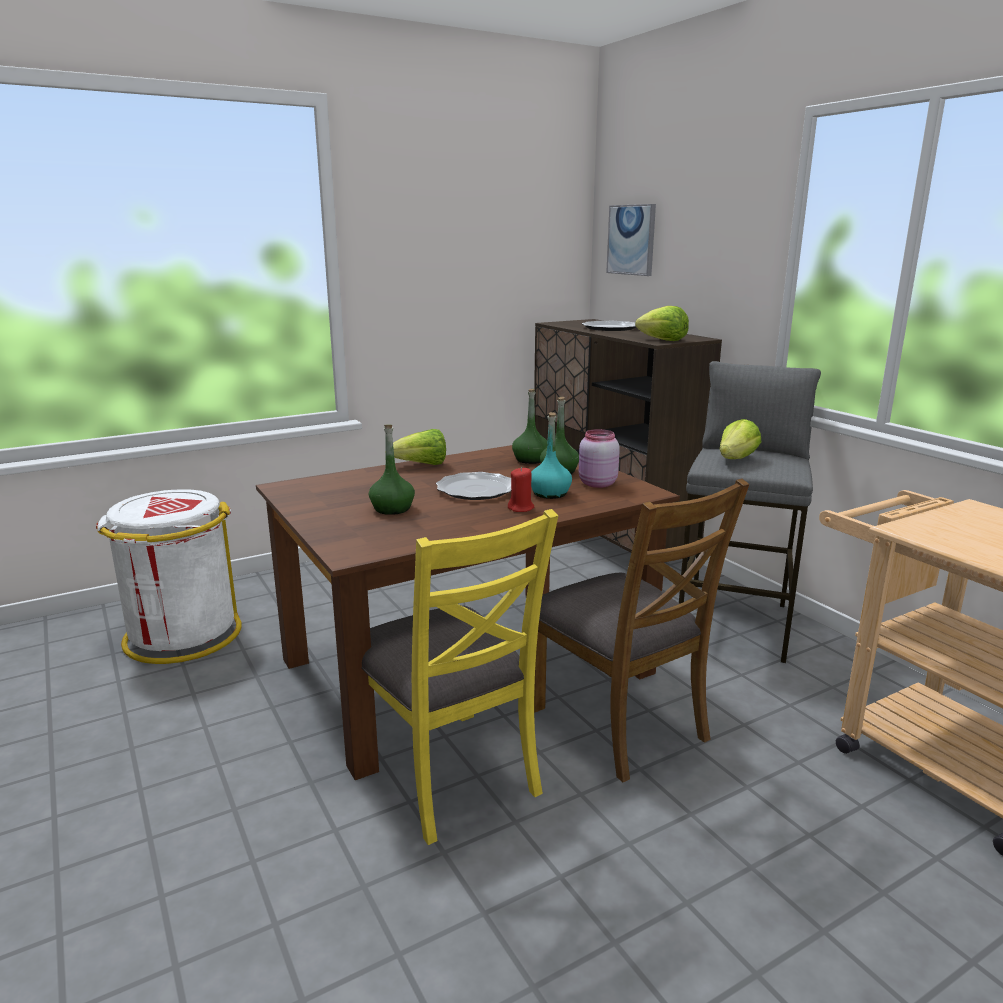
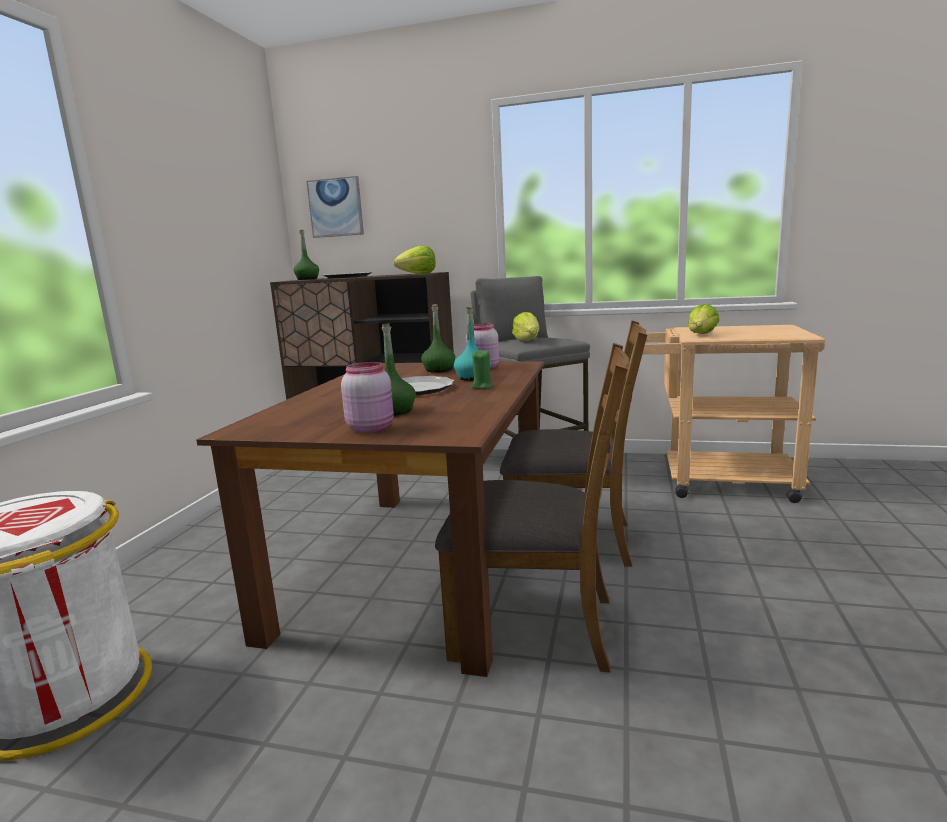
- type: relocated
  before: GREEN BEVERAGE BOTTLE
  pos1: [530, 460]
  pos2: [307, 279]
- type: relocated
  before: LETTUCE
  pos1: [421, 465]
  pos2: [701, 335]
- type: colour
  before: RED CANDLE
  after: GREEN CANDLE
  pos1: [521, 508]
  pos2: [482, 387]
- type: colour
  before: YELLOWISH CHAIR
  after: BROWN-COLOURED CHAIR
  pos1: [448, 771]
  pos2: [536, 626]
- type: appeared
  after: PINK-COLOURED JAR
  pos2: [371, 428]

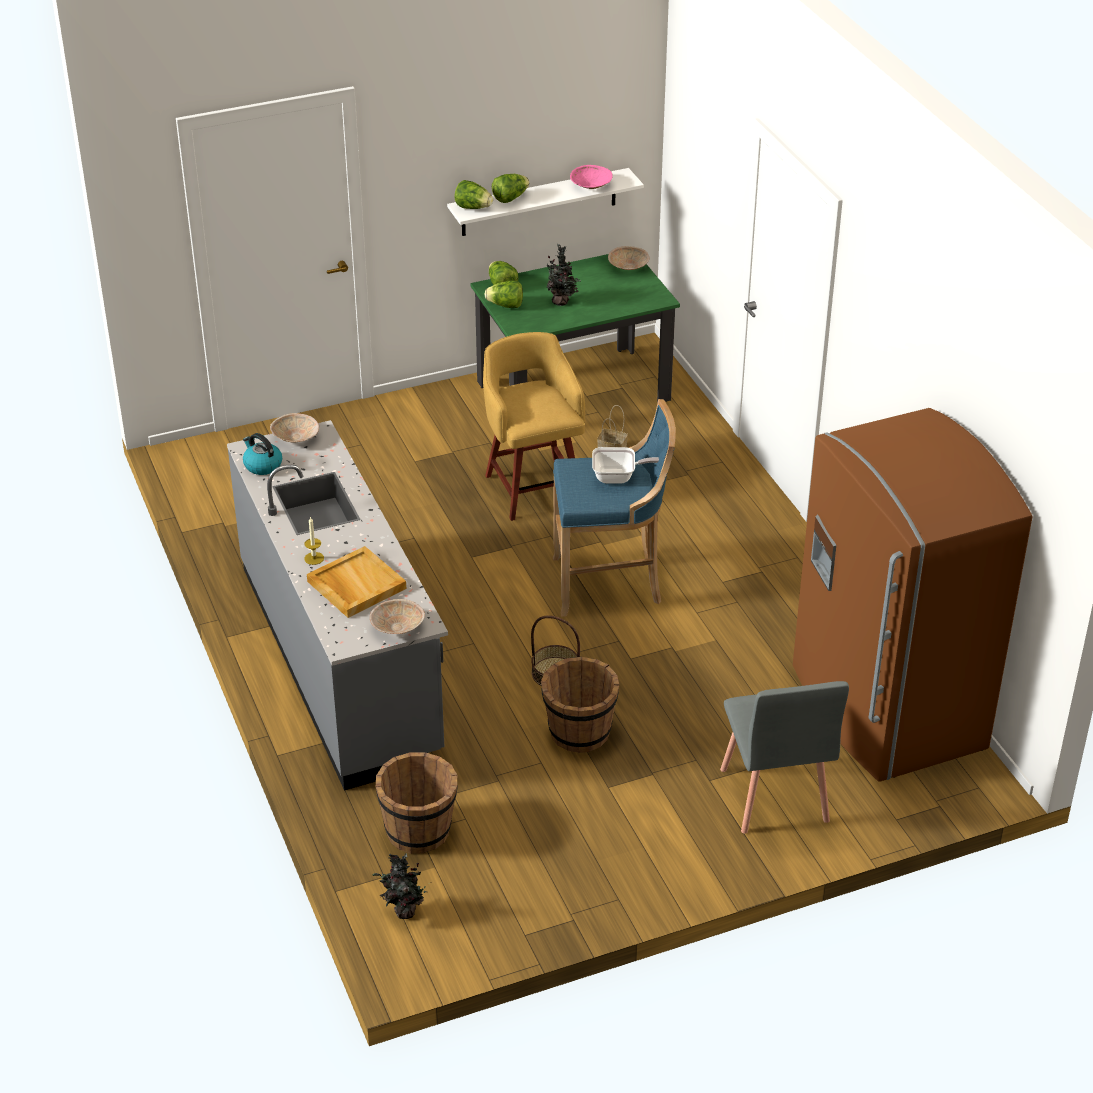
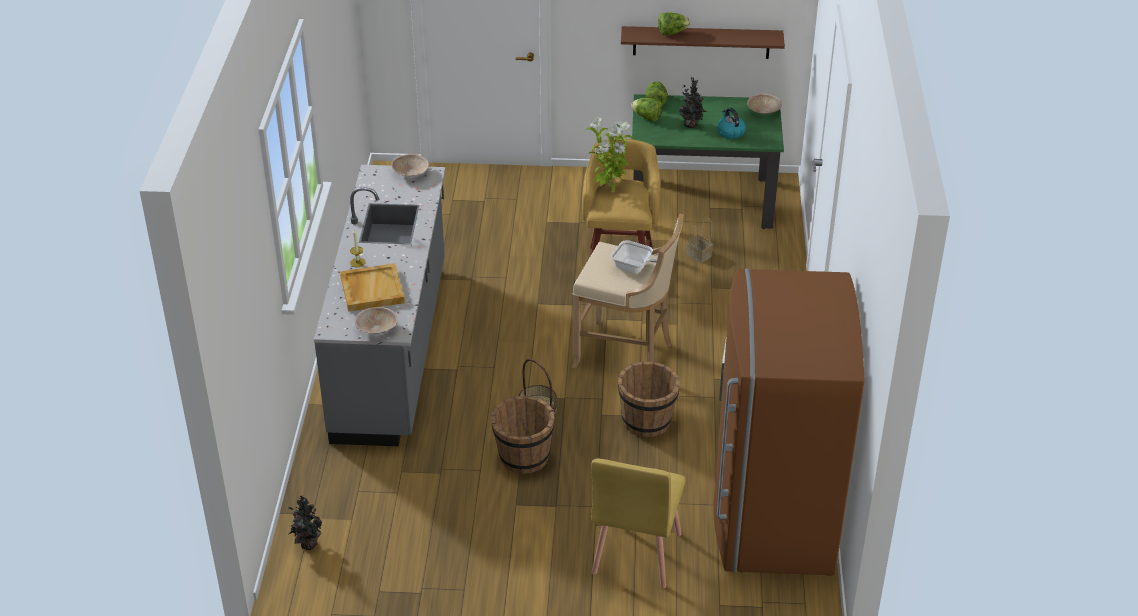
- type: missing
  before: PINK-COLOURED SERVING BOWL
  pos1: [590, 187]
- type: colour
  before: WHITISH BRACKET SHELF
  after: BROWN-COLOURED BRACKET SHELF
  pos1: [539, 202]
  pos2: [701, 42]
- type: missing
  before: LETTUCE
  pos1: [473, 207]
- type: colour
  before: BLUE STOOL SEAT
  after: BEIGE-COLOURED STOOL SEAT
  pos1: [610, 584]
  pos2: [626, 354]
- type: relocated
  before: TEA KETTLE
  pos1: [262, 465]
  pos2: [730, 132]
- type: colour
  before: GREYISH CHAIR
  after: YELLOWISH CHAIR
  pos1: [773, 796]
  pos2: [635, 553]
- type: relocated
  before: BROWN-COLOURED PAIL
  pos1: [419, 830]
  pos2: [647, 421]
- type: appeared
  after: HOUSEPLANT
  pos2: [609, 189]

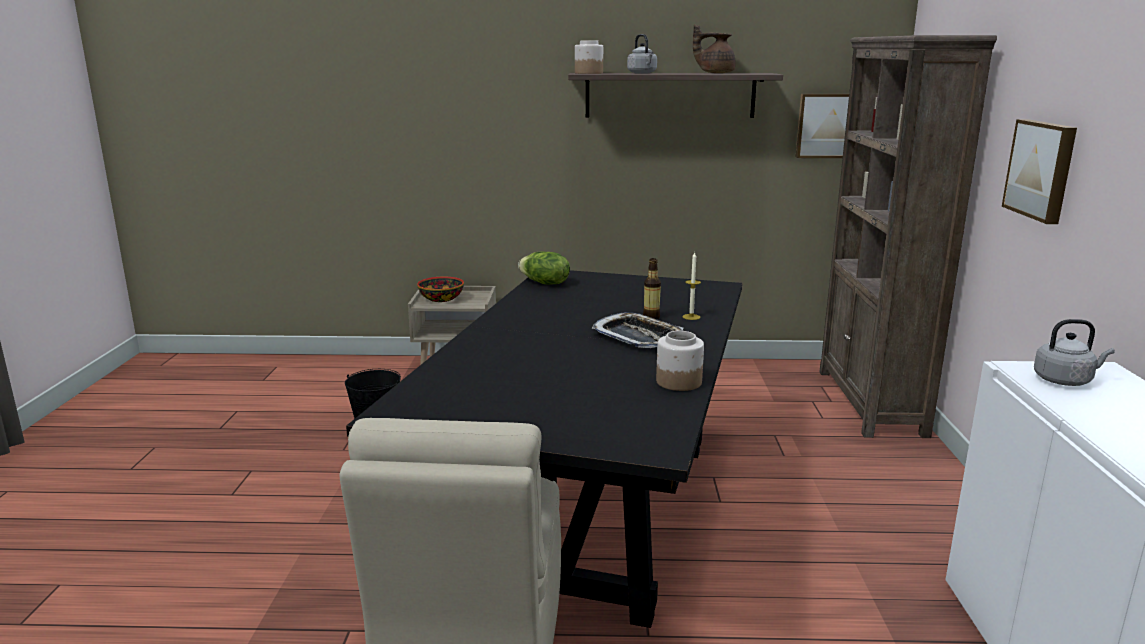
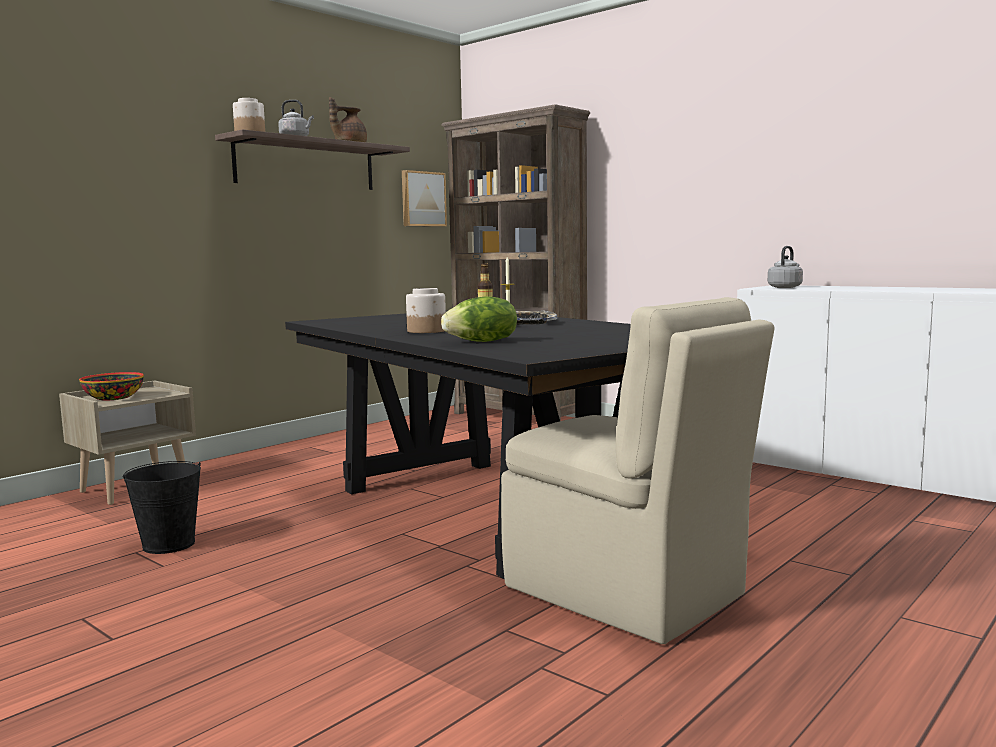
- type: missing
  before: WALL PICTURE
  pos1: [1042, 169]
- type: relocated
  before: LETTUCE
  pos1: [544, 283]
  pos2: [482, 341]
- type: relocated
  before: JAR
  pos1: [678, 382]
  pos2: [426, 331]

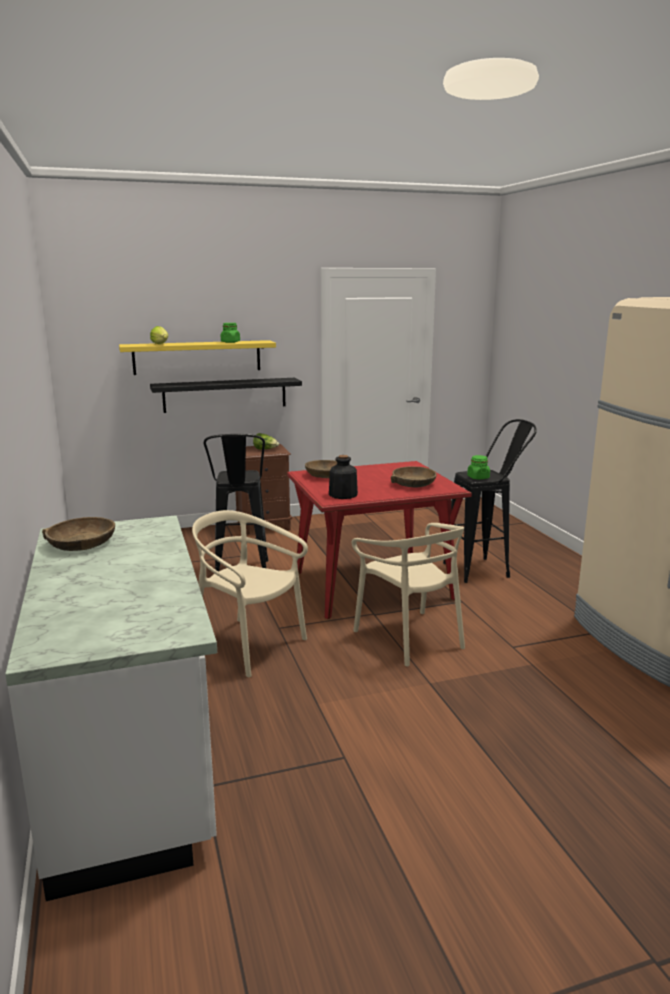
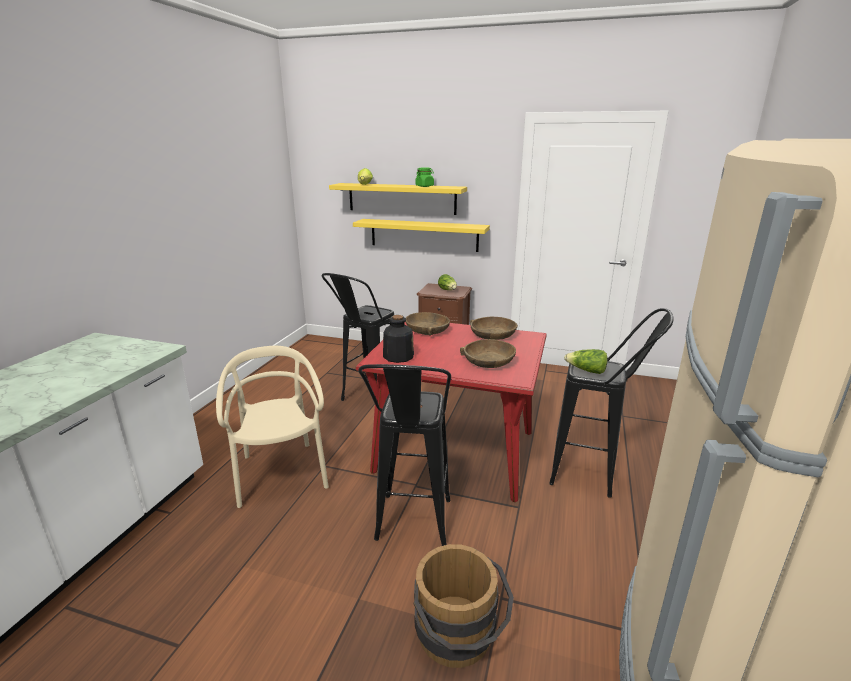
- type: colour
  before: BLACKISH BRACKET SHELF
  after: YELLOWISH BRACKET SHELF
  pos1: [225, 395]
  pos2: [424, 235]
- type: exchanged
  before: GREEN JAR
  after: LETTUCE
  pos1: [478, 477]
  pos2: [586, 371]
- type: relocated
  before: BROWN-COLOURED SERVING BOWL
  pos1: [81, 544]
  pos2: [492, 335]
- type: exchanged
  before: BEIGE-COLOURED CHAIR
  after: BLACKISH STOOL SEAT
  pos1: [410, 638]
  pos2: [412, 529]
- type: appeared
  after: BROWN-COLOURED PAIL
  pos2: [459, 638]

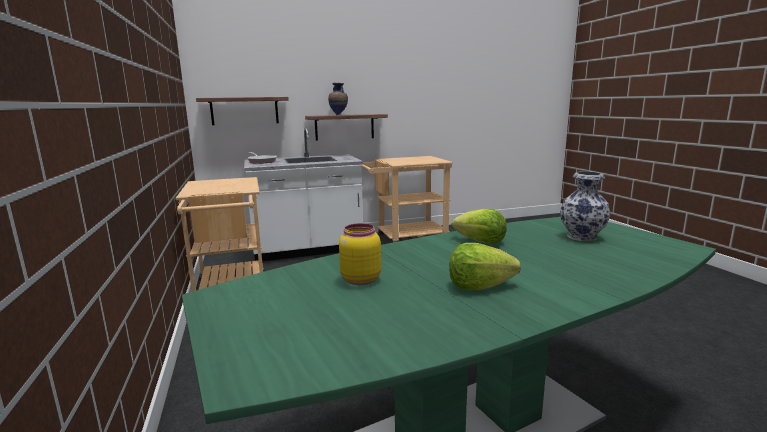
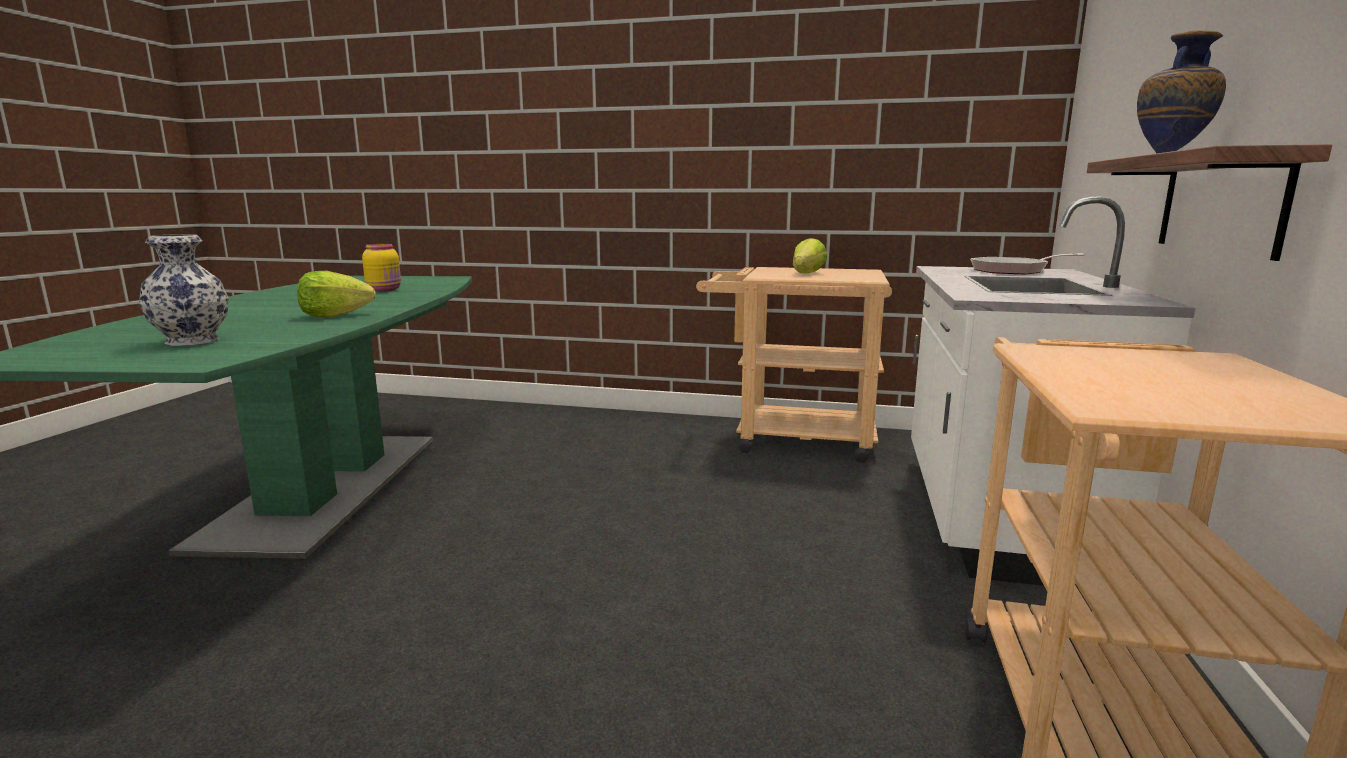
- type: missing
  before: BRACKET SHELF
  pos1: [244, 111]
- type: relocated
  before: LETTUCE
  pos1: [479, 286]
  pos2: [807, 273]

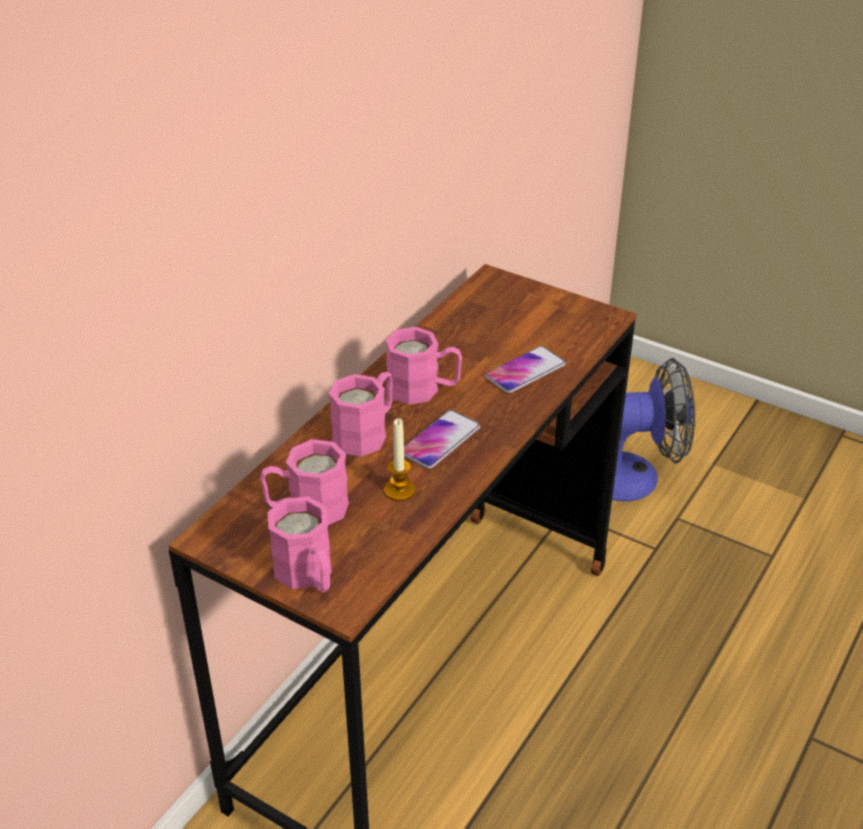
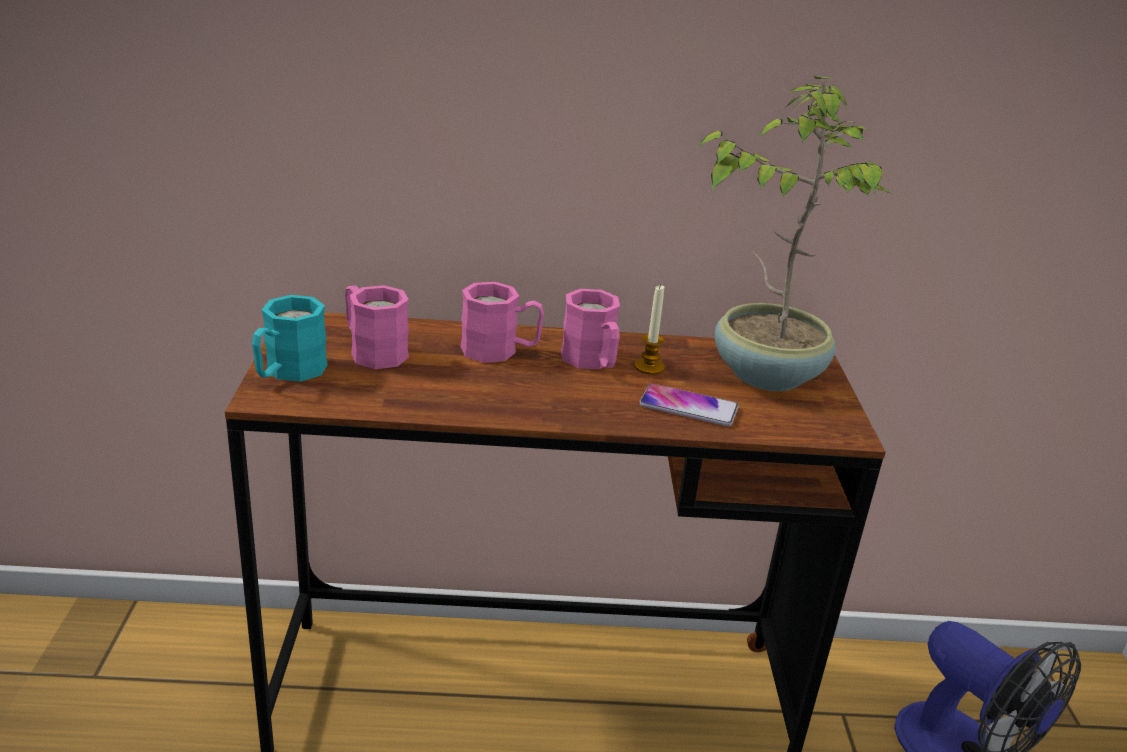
- type: missing
  before: PHONE
  pos1: [440, 440]
- type: relocated
  before: CANDLE
  pos1: [399, 490]
  pos2: [649, 367]
- type: colour
  before: PINK-COLOURED TEA MUG
  after: BLUE-GREEN TEA MUG
  pos1: [308, 575]
  pos2: [288, 372]
- type: appeared
  after: HOUSEPLANT
  pos2: [766, 373]

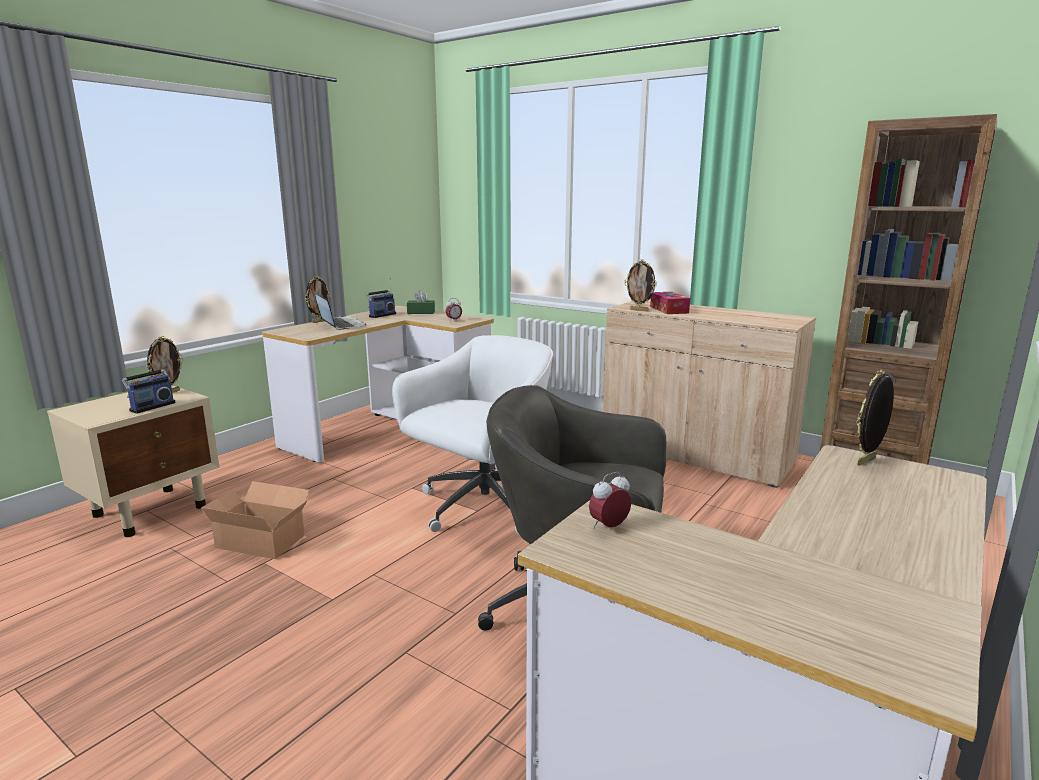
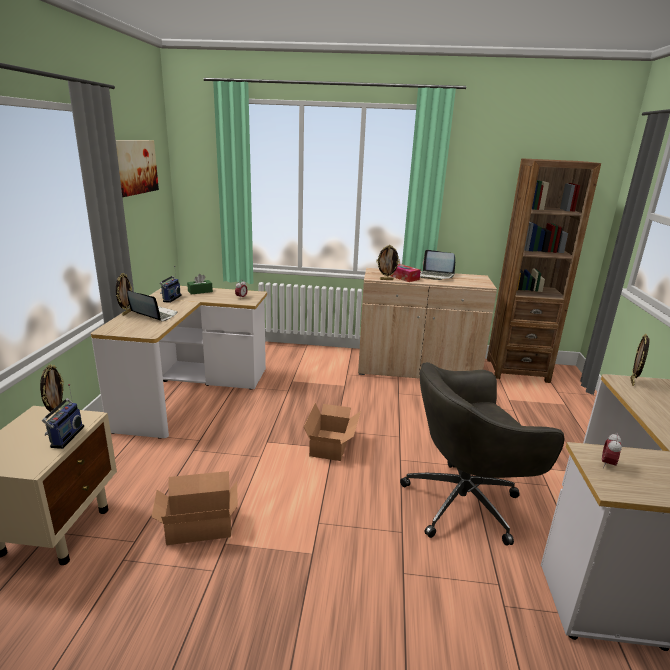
- type: exchanged
  before: WHITISH DESK CHAIR
  after: PACKING BOX
  pos1: [481, 507]
  pos2: [332, 444]
- type: appeared
  after: WALL PICTURE
  pos2: [134, 167]
- type: appeared
  after: PORTABLE COMPUTER
  pos2: [436, 276]

